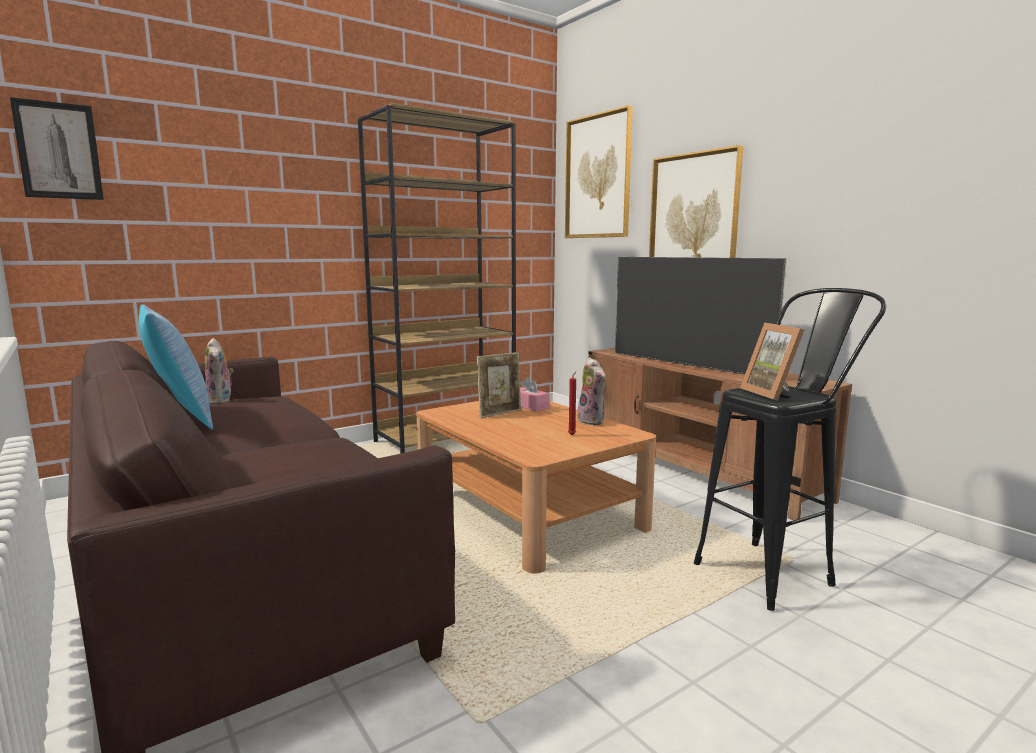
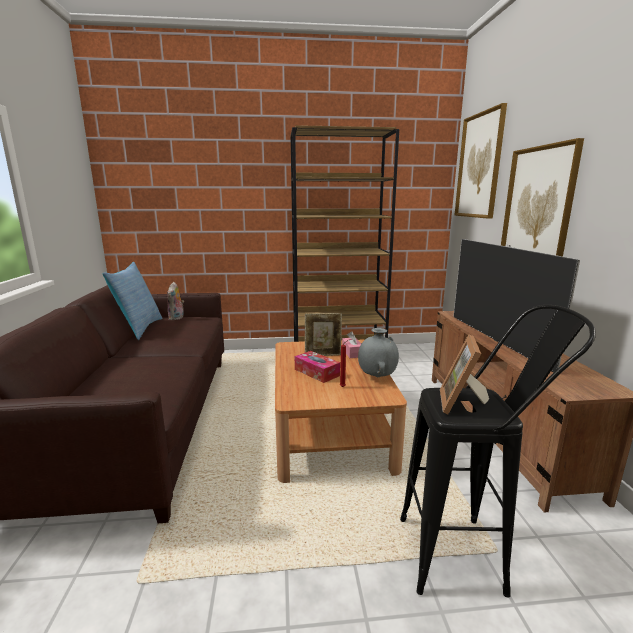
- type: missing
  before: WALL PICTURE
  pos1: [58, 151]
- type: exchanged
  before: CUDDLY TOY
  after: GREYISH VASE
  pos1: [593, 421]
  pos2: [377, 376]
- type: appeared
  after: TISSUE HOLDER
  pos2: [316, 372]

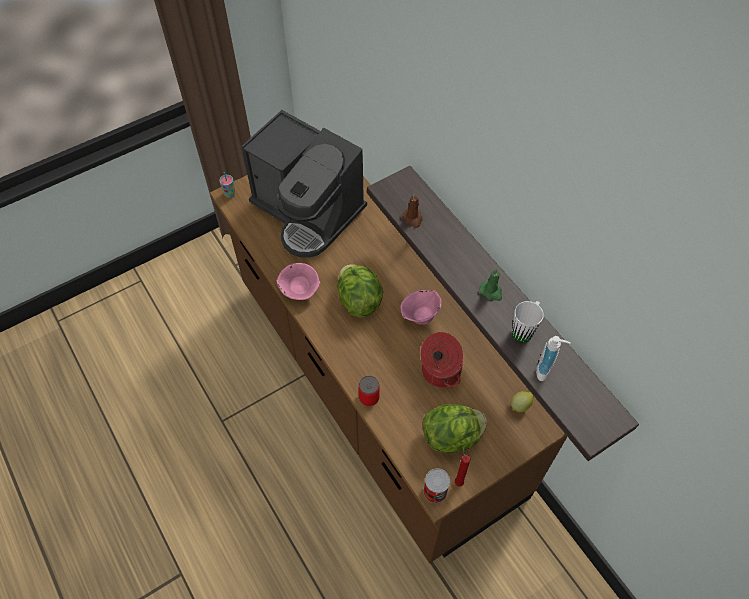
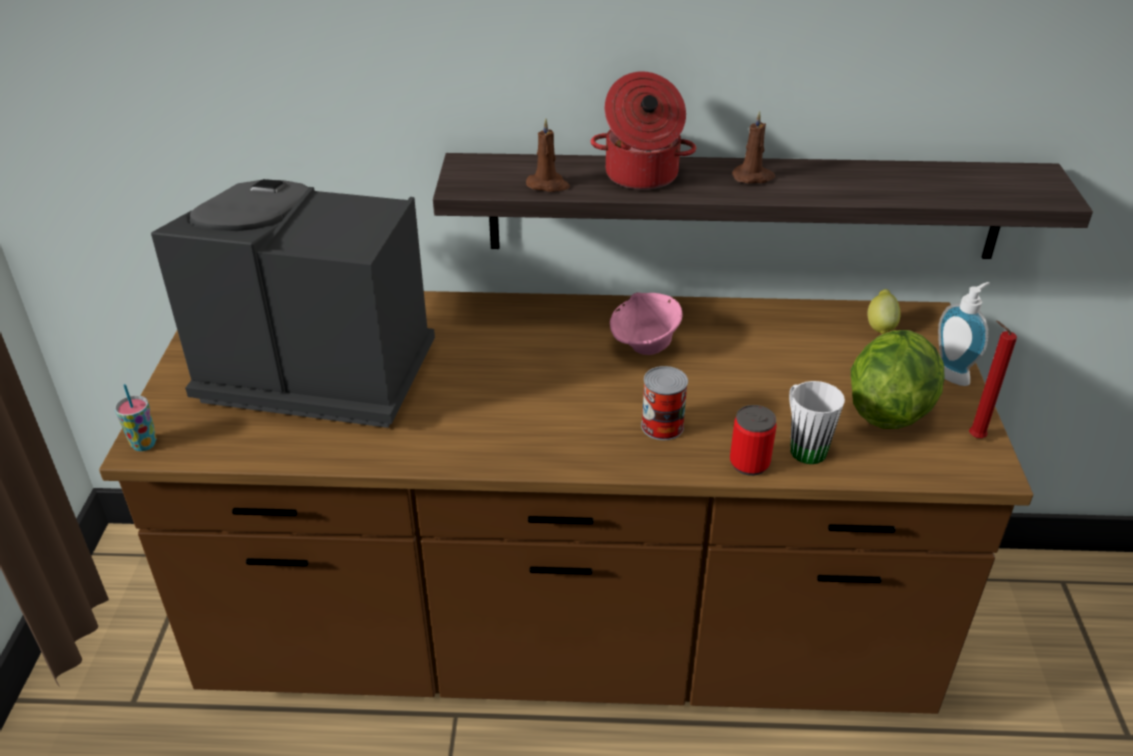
- type: spun
  before: COFFEE BREWER
  pos1: [308, 212]
  pos2: [314, 370]
  turn: -150
- type: missing
  before: PINK-COLOURED SERVING BOWL
  pos1: [300, 290]
- type: missing
  before: LETTUCE
  pos1: [358, 300]
- type: colour
  before: GREEN CANDLE
  after: BROWN-COLOURED CANDLE
  pos1: [491, 292]
  pos2: [753, 177]
- type: relocated
  before: WHITISH TEA MUG
  pos1: [524, 329]
  pos2: [803, 445]
- type: relocated
  before: STOCKPOT
  pos1: [439, 371]
  pos2: [641, 176]
- type: relocated
  before: LIQUID SOAP BOTTLE
  pos1: [546, 370]
  pos2: [954, 373]
- type: relocated
  before: SEALED CAN
  pos1: [435, 491]
  pos2: [662, 426]

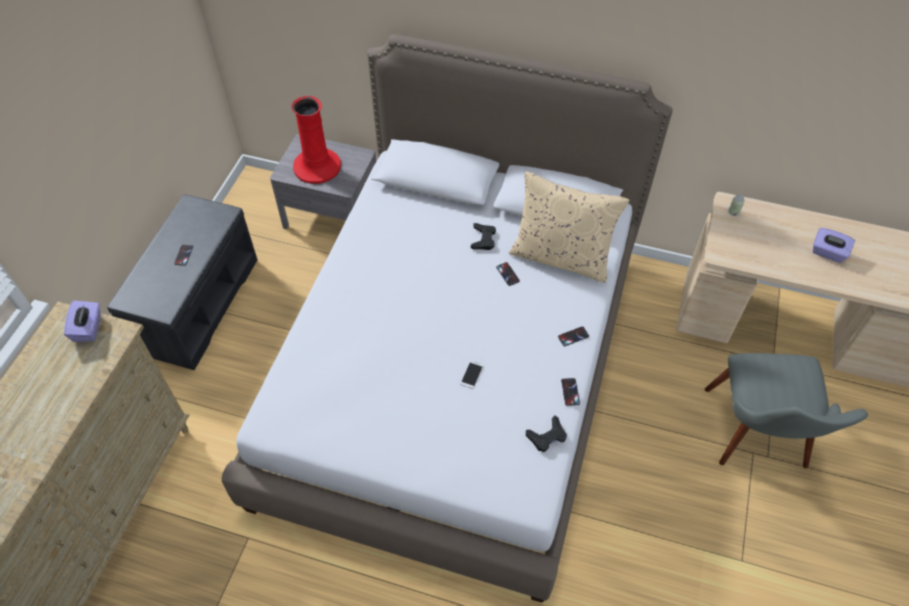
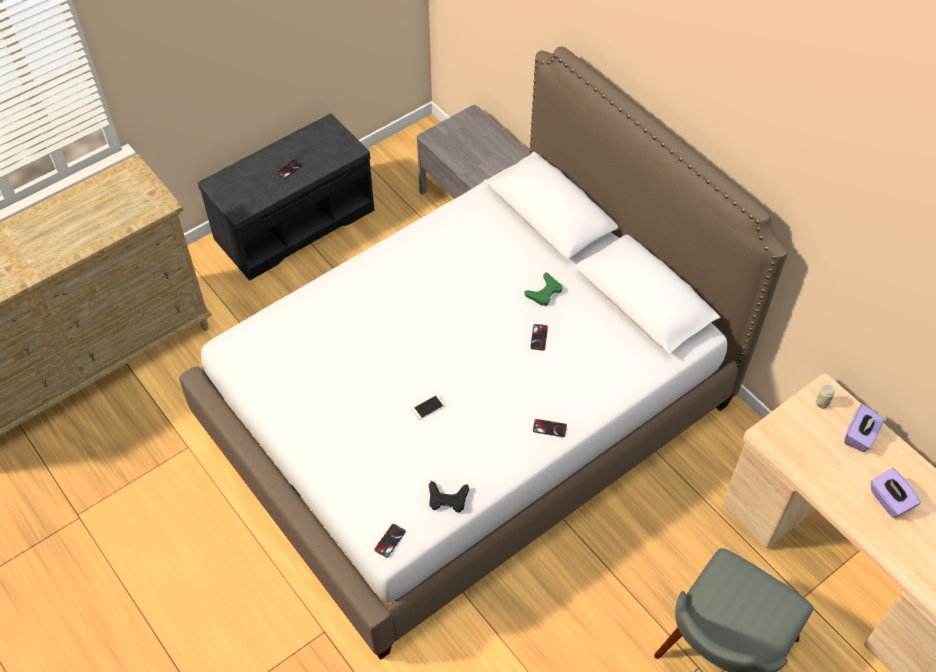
- type: missing
  before: RED VASE
  pos1: [316, 167]
- type: missing
  before: BEIGE-COLOURED PILLOW
  pos1: [561, 257]
- type: colour
  before: BLACKISH GAME CONTROLLER
  after: GREEN GAME CONTROLLER
  pos1: [483, 239]
  pos2: [544, 292]
- type: relocated
  before: PURPLE TISSUE HOLDER
  pos1: [88, 328]
  pos2: [860, 436]
- type: relocated
  before: PHONE
  pos1: [570, 392]
  pos2: [390, 540]

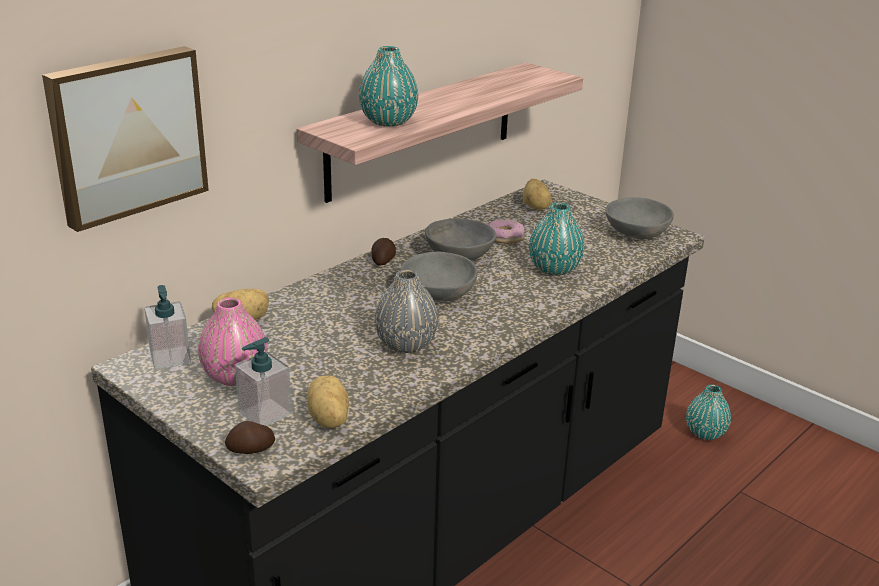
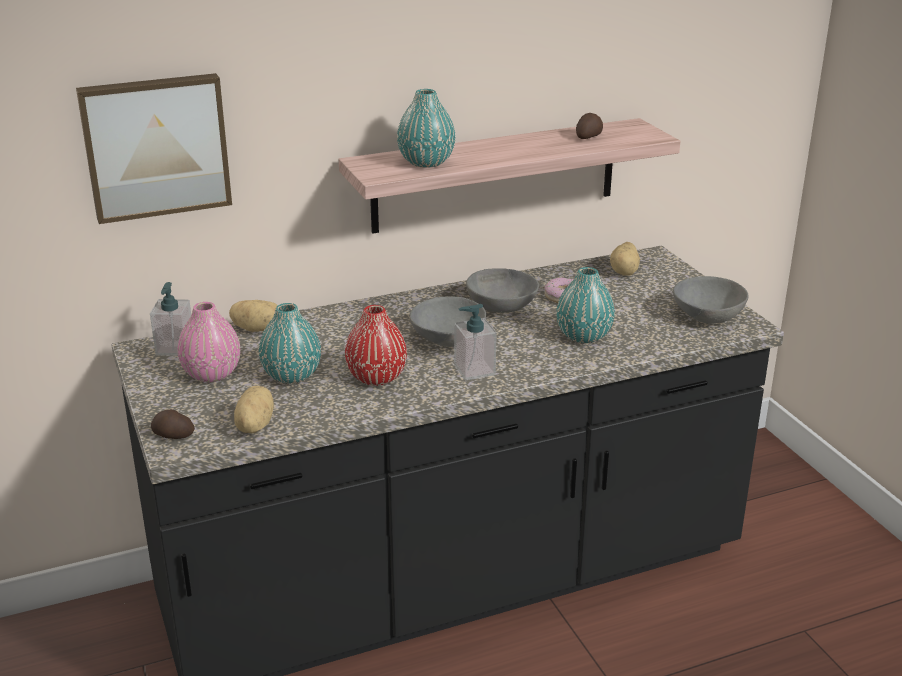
- type: relocated
  before: POTATO
  pos1: [382, 260]
  pos2: [588, 136]
- type: colour
  before: GREYISH VASE
  after: RED VASE
  pos1: [406, 344]
  pos2: [376, 377]
- type: relocated
  before: LIQUID SOAP BOTTLE
  pos1: [264, 413]
  pos2: [474, 370]
- type: relocated
  before: BLUE-GREEN VASE
  pos1: [705, 433]
  pos2: [291, 375]

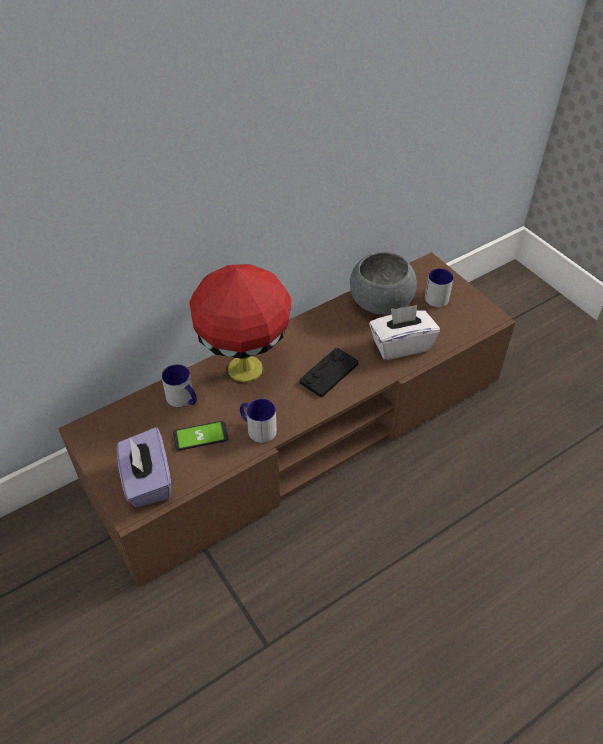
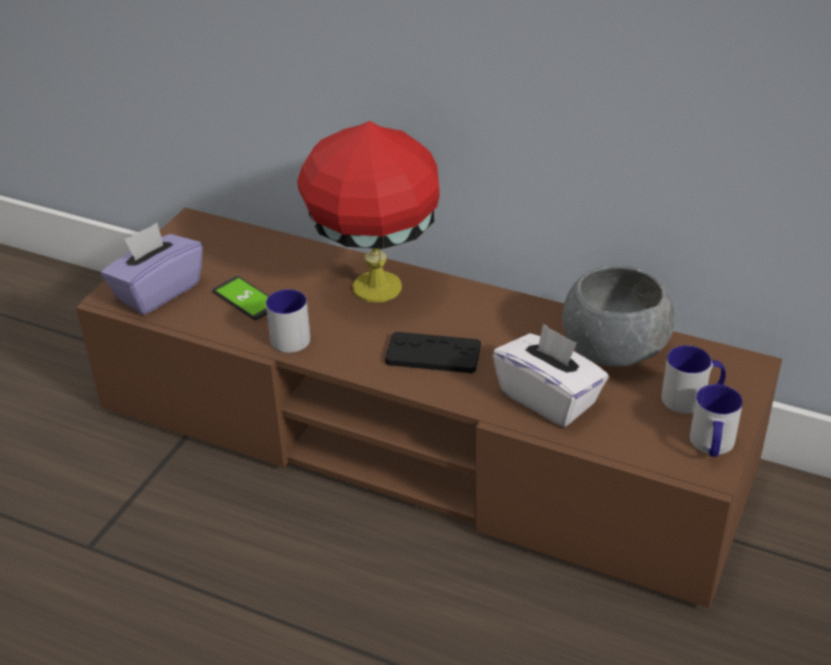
- type: relocated
  before: TEA MUG
  pos1: [183, 399]
  pos2: [712, 446]

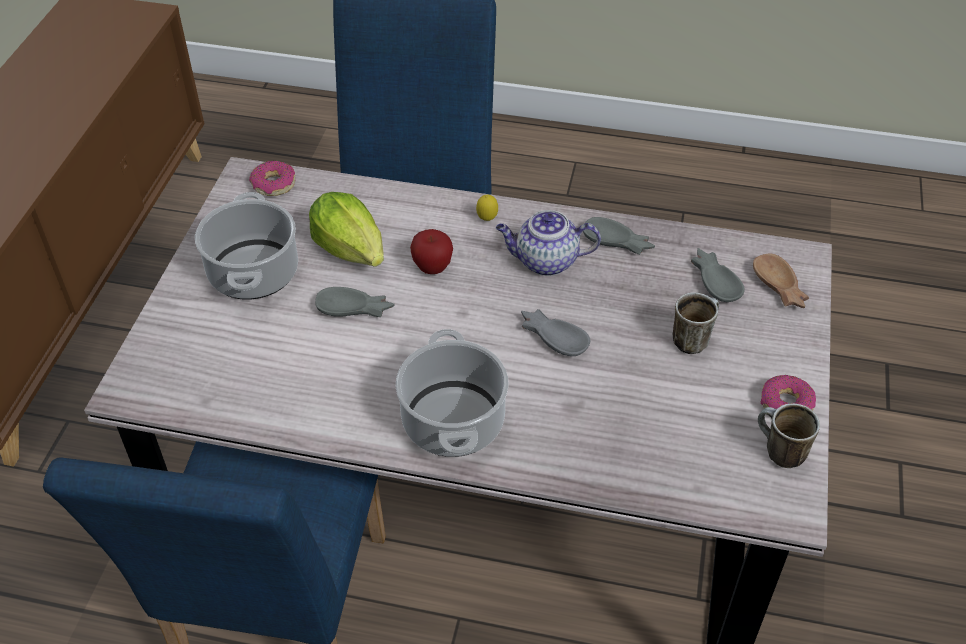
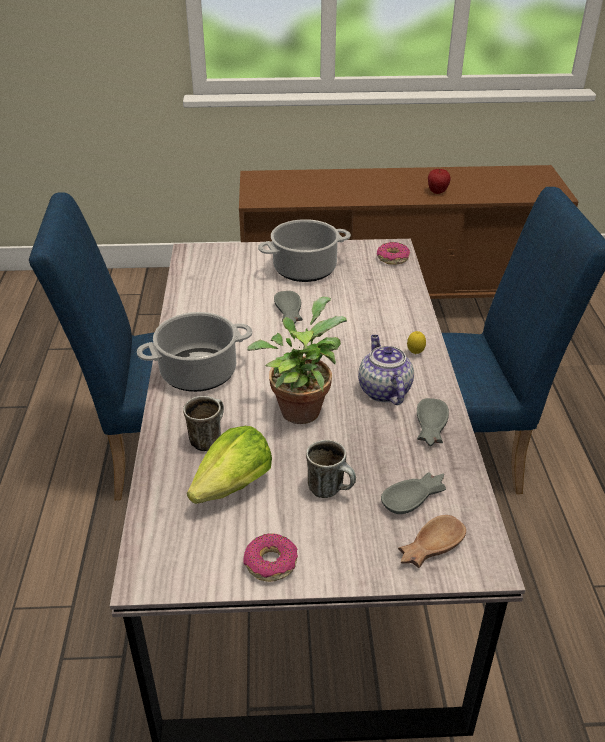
- type: relocated
  before: LETTUCE
  pos1: [351, 249]
  pos2: [233, 486]
- type: relocated
  before: WHOLE APPLE
  pos1: [432, 268]
  pos2: [437, 192]
- type: exchanged
  before: GREYISH SERVING BOWL
  after: HOUSEPLANT
  pos1: [554, 336]
  pos2: [300, 407]
- type: relocated
  before: TEA MUG
  pos1: [777, 452]
  pos2: [207, 438]

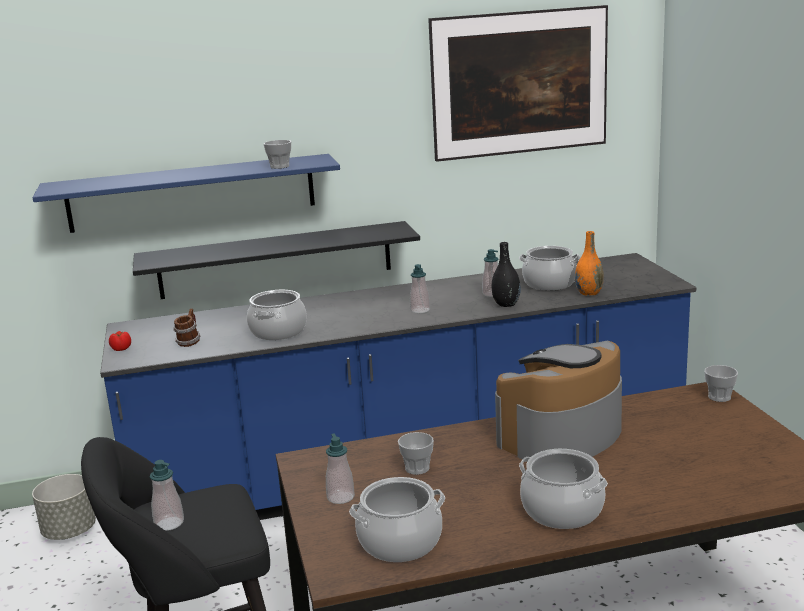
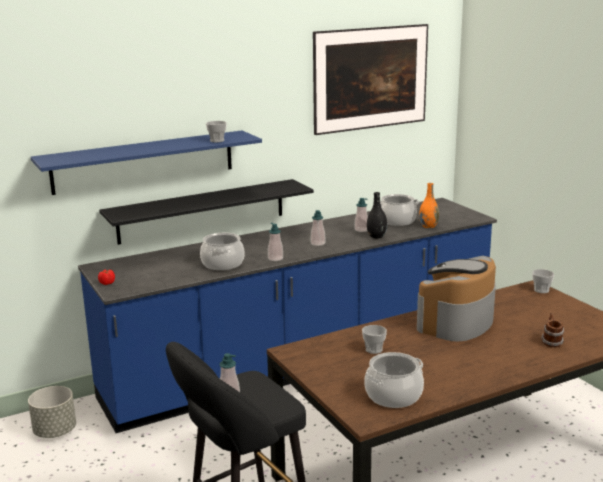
- type: relocated
  before: TEA MUG
  pos1: [189, 342]
  pos2: [551, 342]
- type: relocated
  before: LIQUID SOAP BOTTLE
  pos1: [340, 497]
  pos2: [275, 258]
- type: missing
  before: STOCKPOT
  pos1: [562, 510]

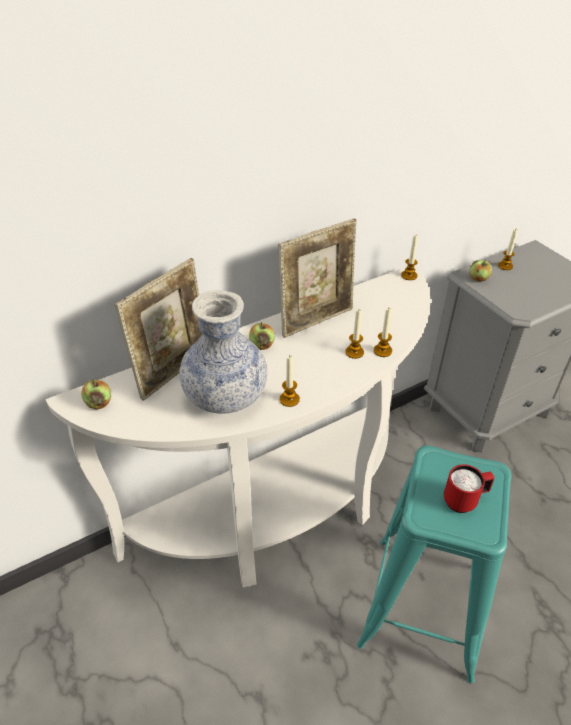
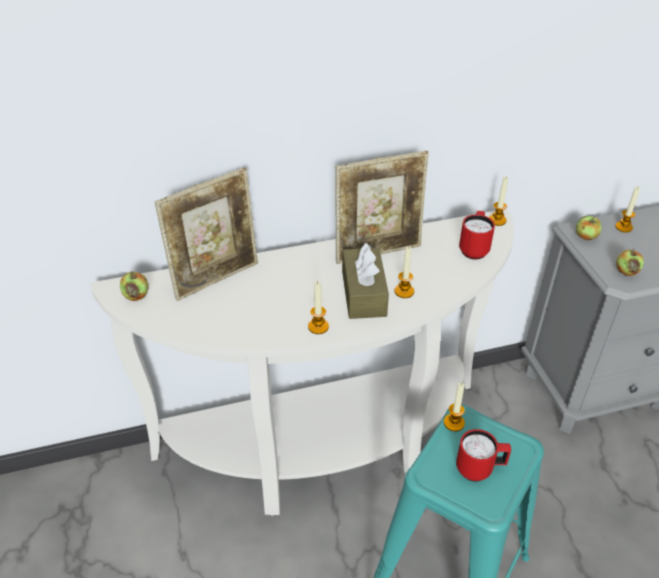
- type: missing
  before: VASE
  pos1: [225, 396]
- type: relocated
  before: CANDLE
  pos1: [382, 351]
  pos2: [454, 423]
- type: relocated
  before: WHOLE APPLE
  pos1: [262, 345]
  pos2: [626, 271]
- type: appeared
  after: RED TEA MUG
  pos2: [474, 248]
- type: appeared
  after: BROWN-COLOURED TISSUE HOLDER
  pos2: [363, 293]

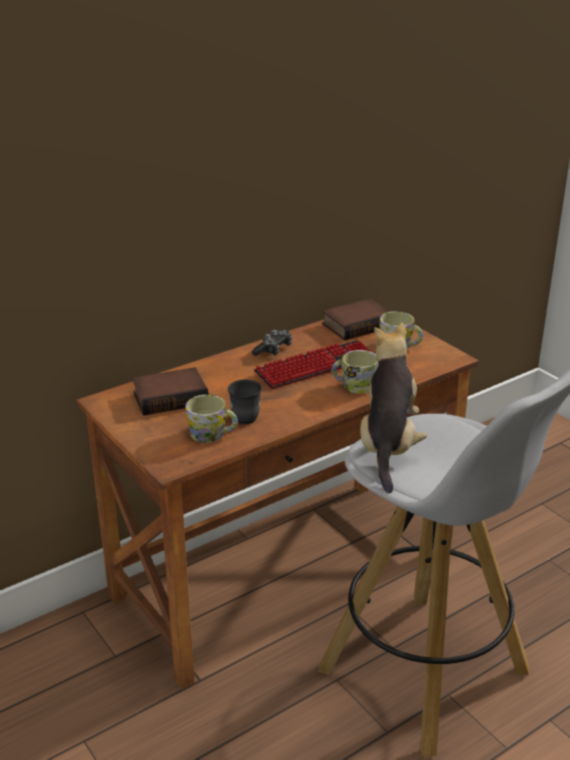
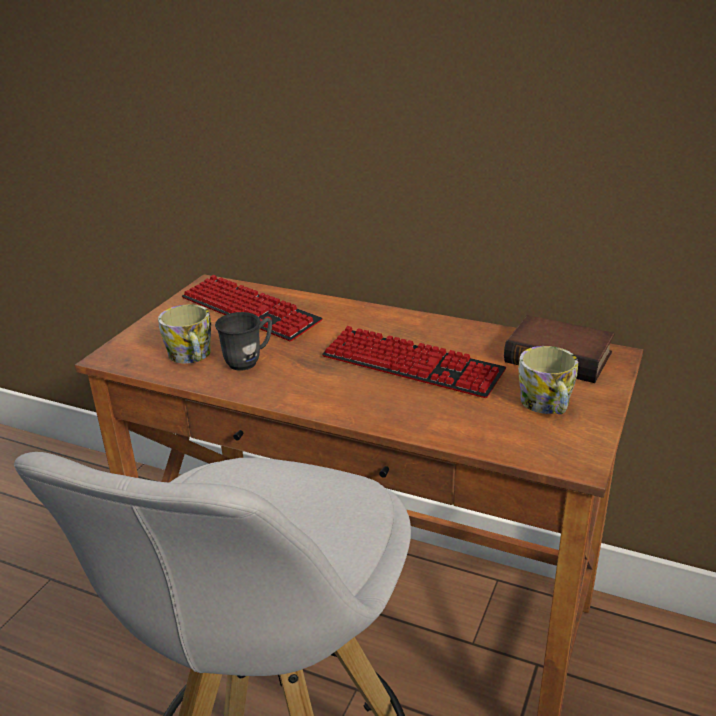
- type: missing
  before: CUDDLY TOY
  pos1: [388, 446]
- type: missing
  before: GAME CONTROLLER
  pos1: [273, 349]
- type: missing
  before: TEA MUG
  pos1: [354, 386]
- type: exchanged
  before: BOUND BOOK
  after: COMPUTER KEYBOARD
  pos1: [171, 397]
  pos2: [249, 311]

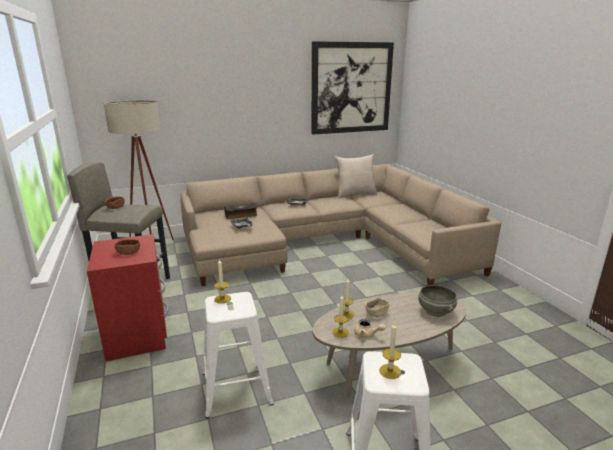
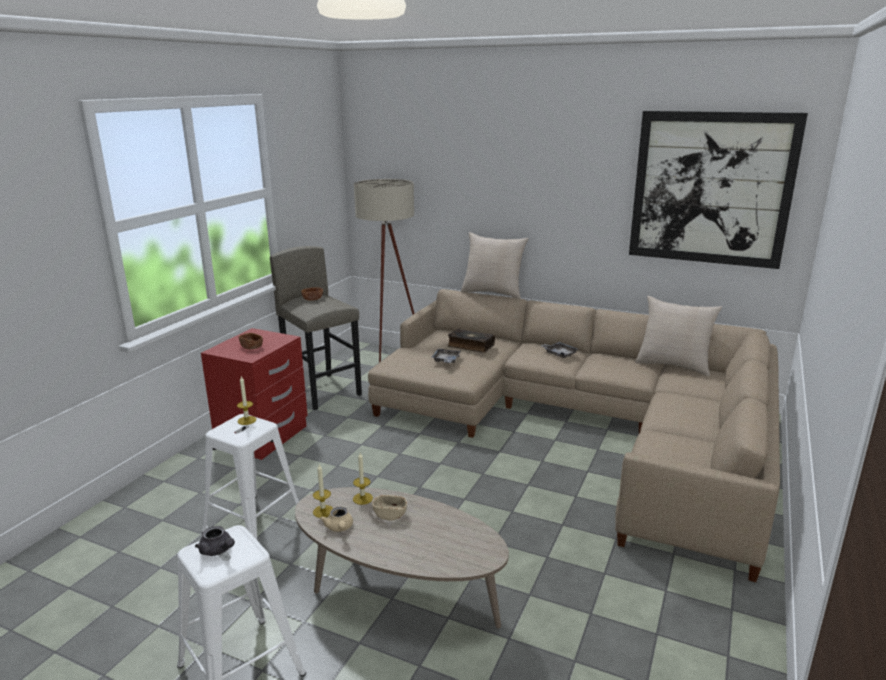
- type: missing
  before: GREYISH SERVING BOWL
  pos1: [435, 311]
- type: exchanged
  before: CANDLE
  after: GREYISH POT FOR TEA
  pos1: [390, 371]
  pos2: [218, 550]
- type: appeared
  after: BEIGE-COLOURED PILLOW
  pos2: [493, 293]

